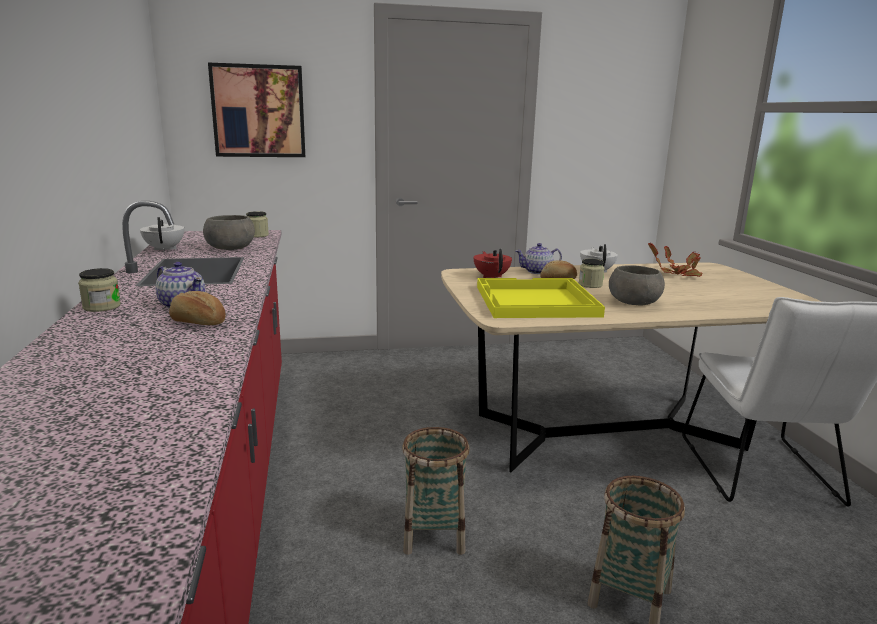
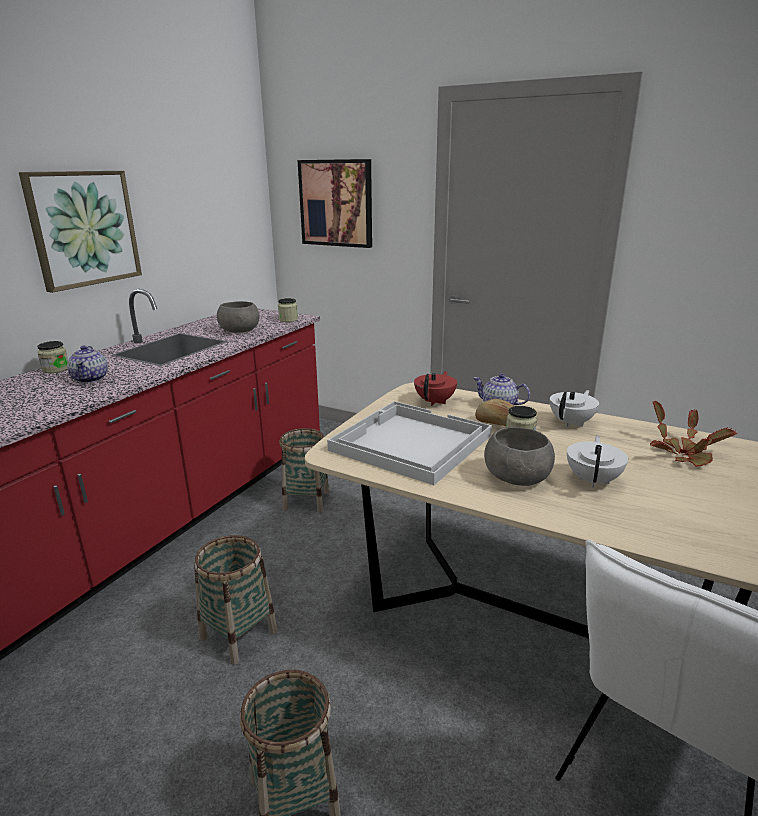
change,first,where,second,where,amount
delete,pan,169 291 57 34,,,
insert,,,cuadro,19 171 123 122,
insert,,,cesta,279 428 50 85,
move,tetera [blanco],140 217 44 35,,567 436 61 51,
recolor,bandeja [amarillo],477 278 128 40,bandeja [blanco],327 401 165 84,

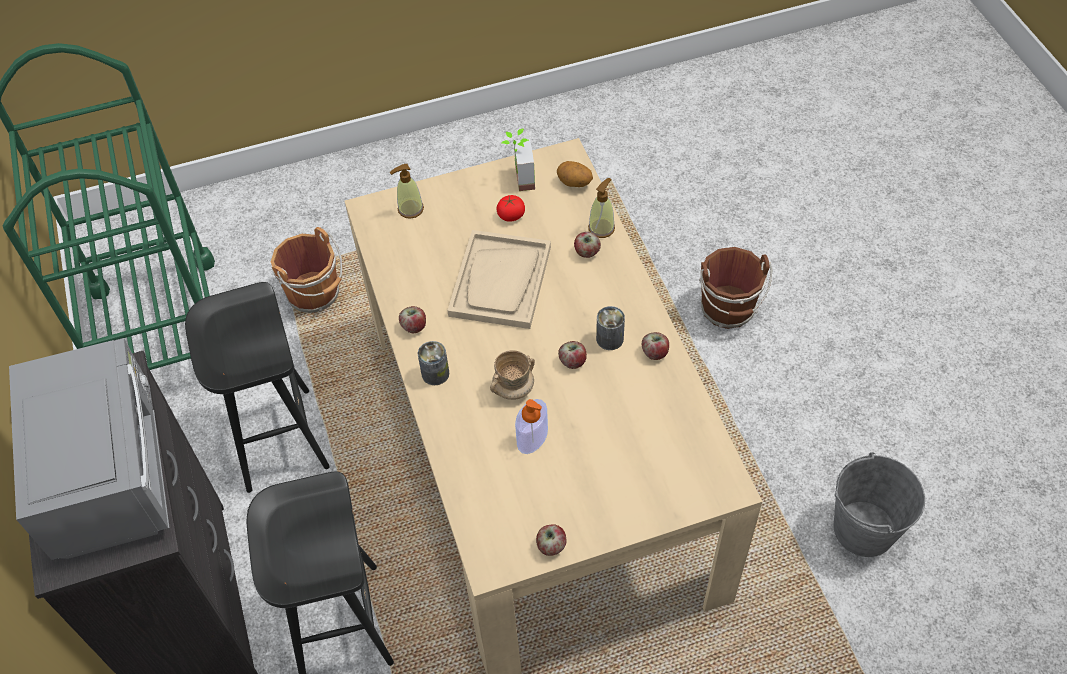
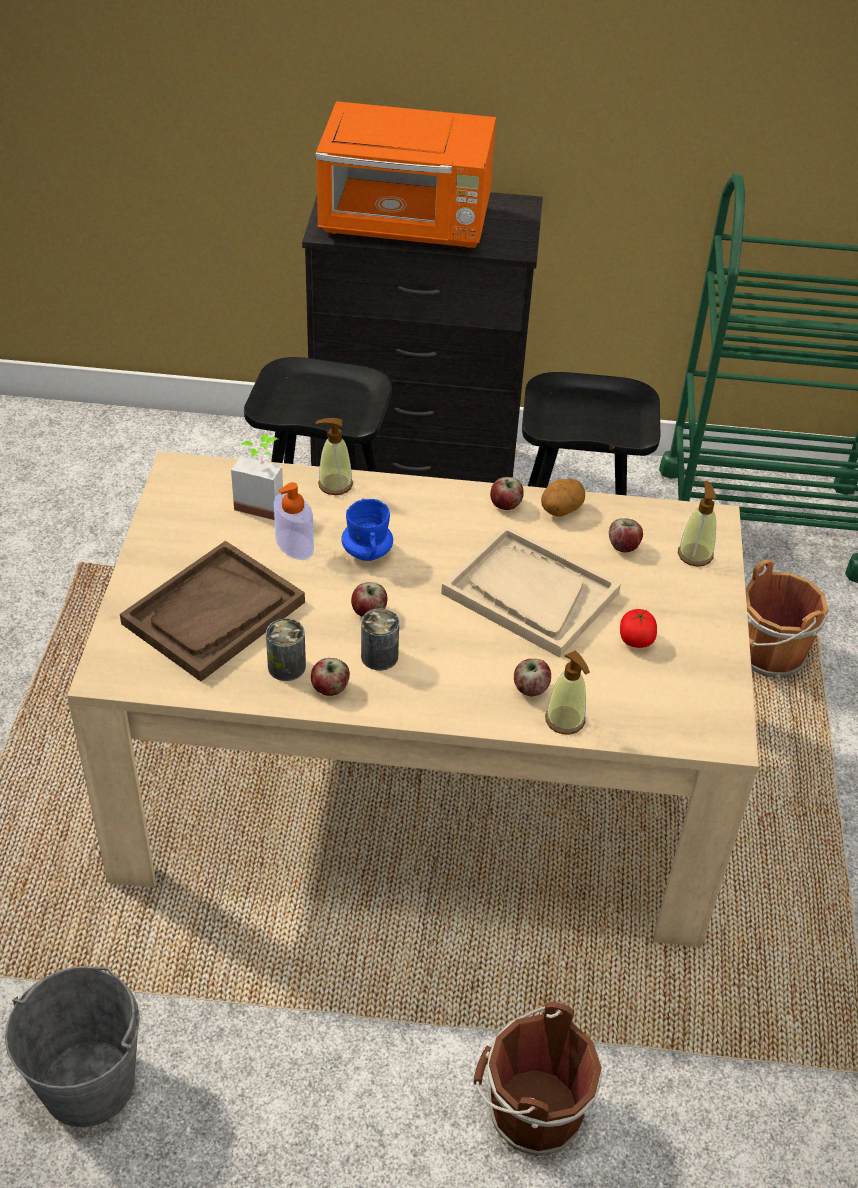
change,first,where,second,where,amount
insert,,,bandeja [marrón],120 541 185 140,
insert,,,dispensador de jabón,316 418 37 77,
move,lata,418 341 31 44,,266 618 40 63,
move,planta en maceta,501 129 34 62,,231 434 52 86,
move,manzana,536 524 31 32,,609 518 34 35,
move,patata,557 161 36 26,,541 479 44 38,
recolor,microondas [gris],9 338 161 222,microondas [naranja],315 101 181 147,
recolor,taza grande [beis],490 350 45 50,taza grande [azul],341 499 52 62,

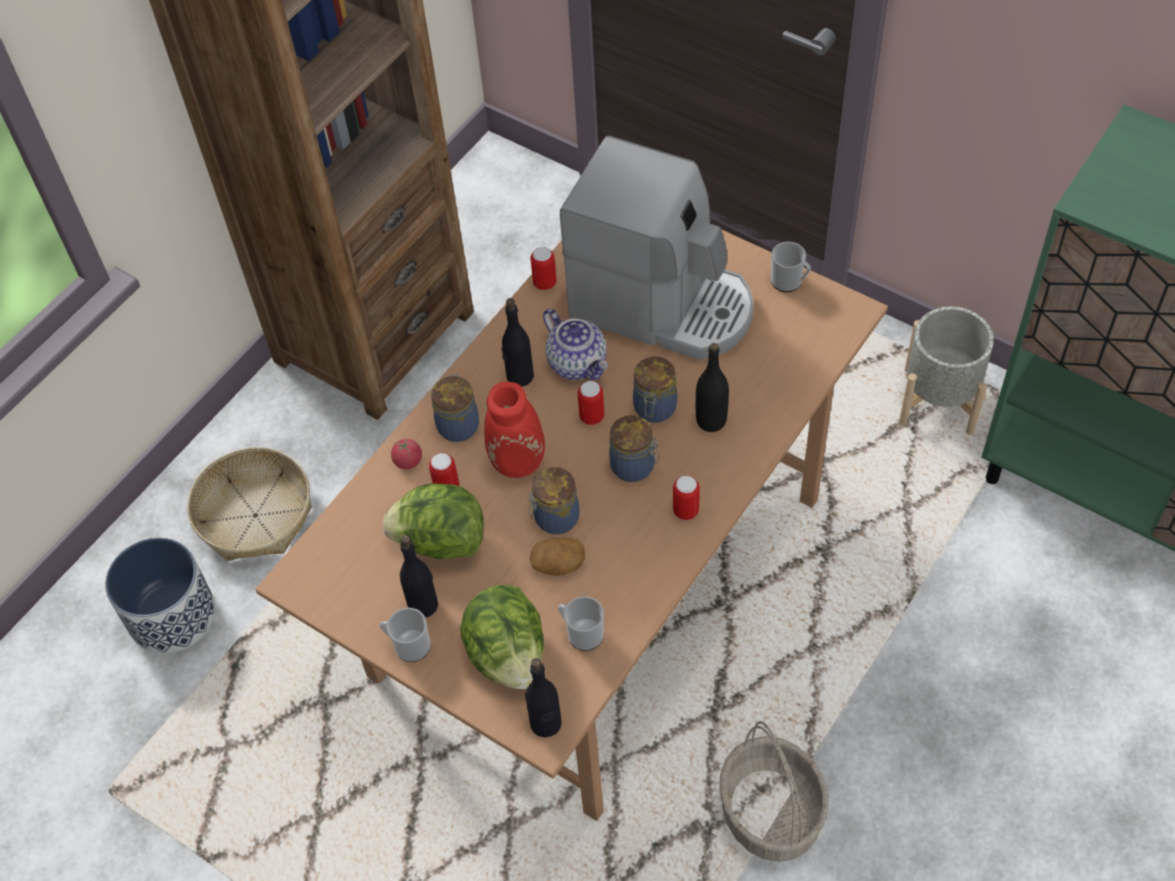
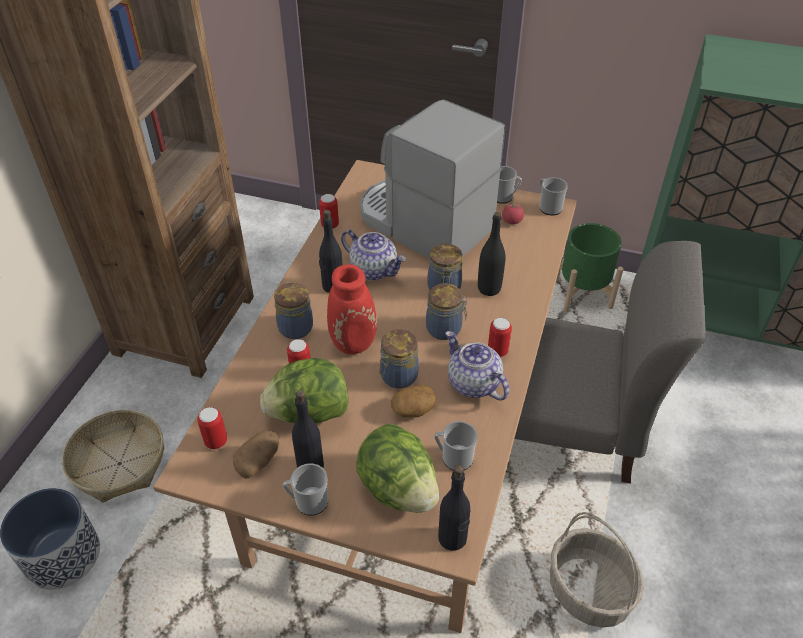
change,first,where,second,where,amount
insert,,,patata,233 431 46 48,
insert,,,tetera,446 331 63 69,
insert,,,silla [gris],514 241 192 242,
insert,,,taza grande,540 177 28 38,
move,tomate,391 438 31 31,,502 201 22 23,
move,lata,578 381 26 44,,197 407 30 43,
recolor,maceta [gris],899 307 95 128,maceta [verde],556 223 68 89,
rotate,cafetera,560 136 194 224,,360 99 145 159,150 degrees counterclockwise

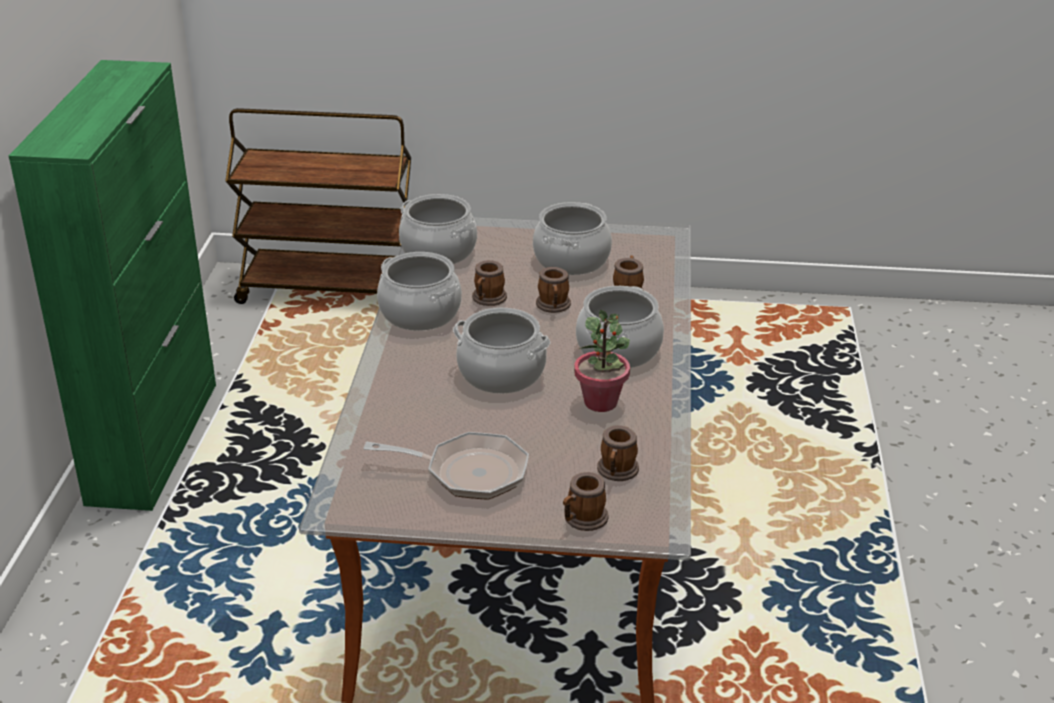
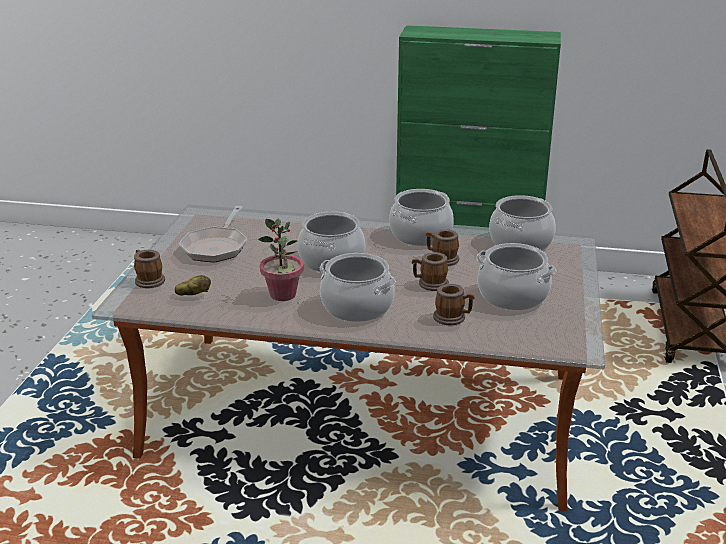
change,first,where,second,where,amount
replace,taza grande,597 425 42 56,patata,175 275 36 21,

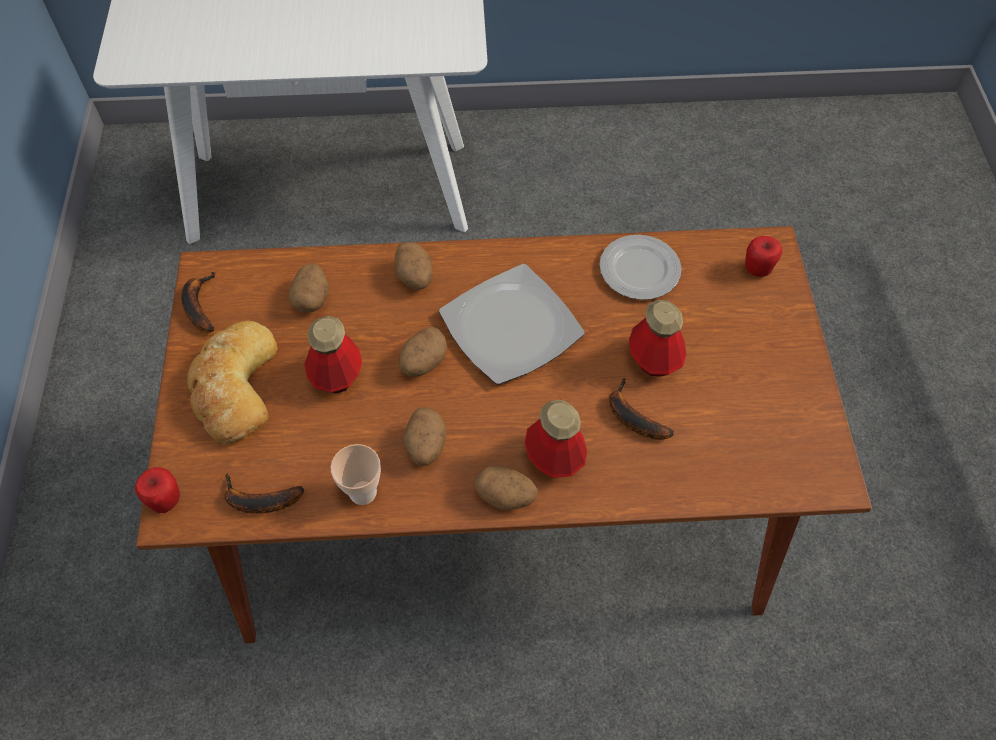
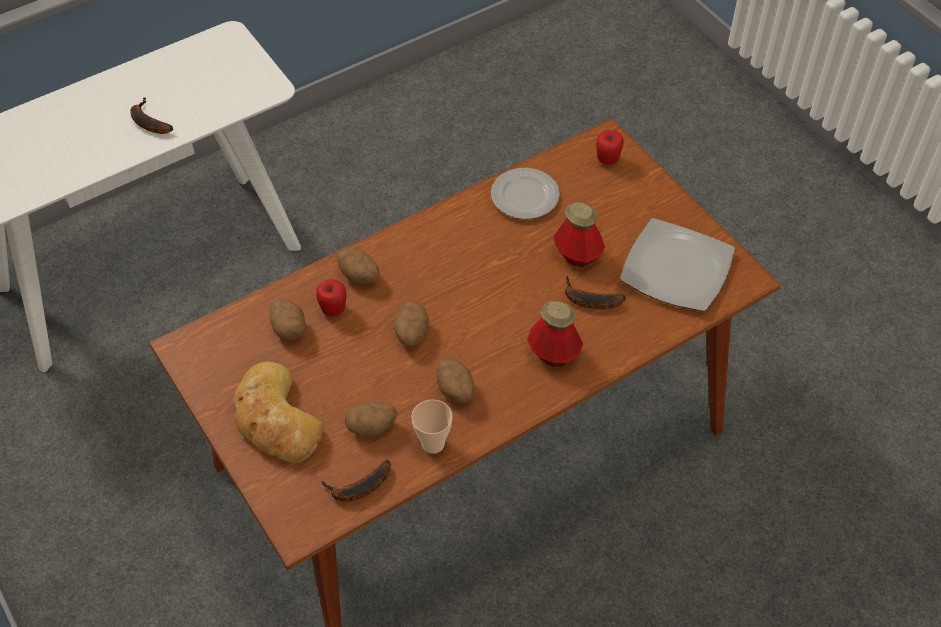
change,first,where,second,where,amount
delete,botella,304 316 58 78,,,
move,manzana,135 467 45 46,,316 279 31 37,
move,plátano,181 272 34 60,,130 97 43 37,
move,plato,439 264 146 121,,620 218 115 94,
move,patata,475 466 63 44,,345 402 53 35,

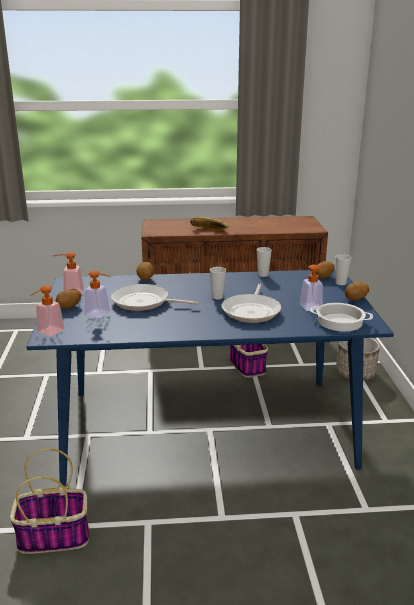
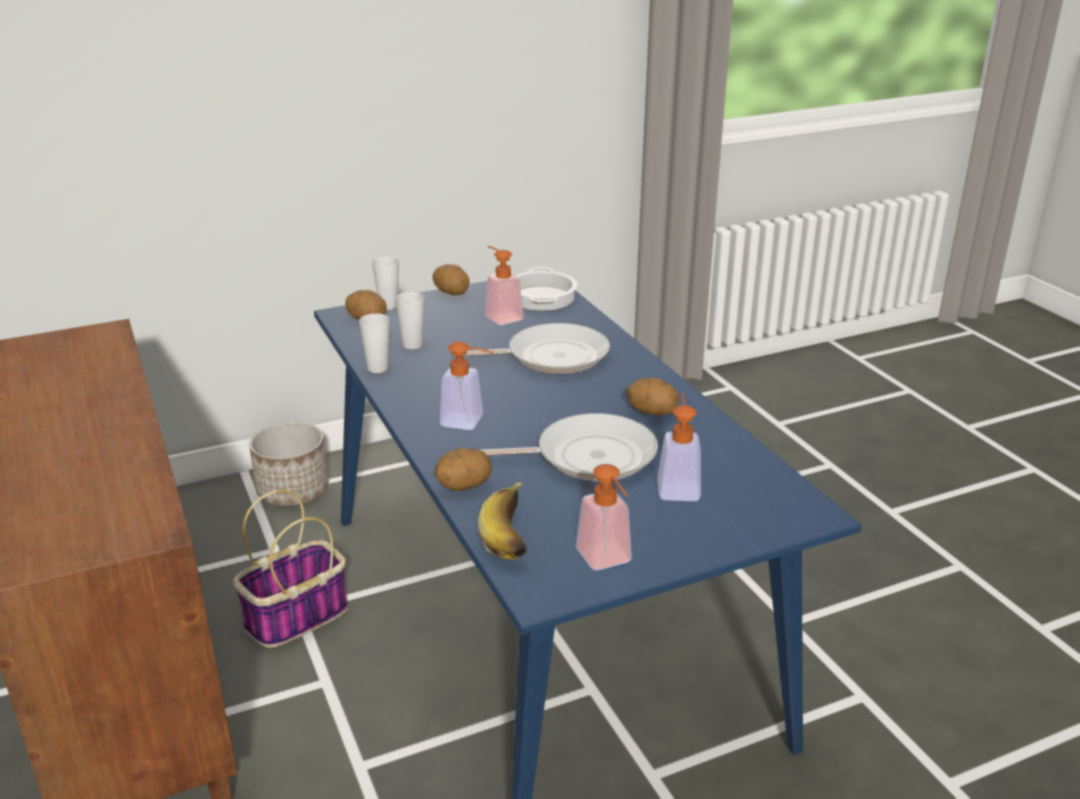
change,first,where,second,where,amount
delete,cesta,10 448 79 106,,,
move,dispensador de jabón,30 286 35 51,,440 342 54 88,
move,patata,56 289 25 20,,626 378 53 37,
move,plátano,190 217 39 13,,478 483 49 77,
move,taza,210 267 16 32,,395 292 29 57,
rotate,sartén,111 284 88 27,,481 413 177 68,90 degrees counterclockwise

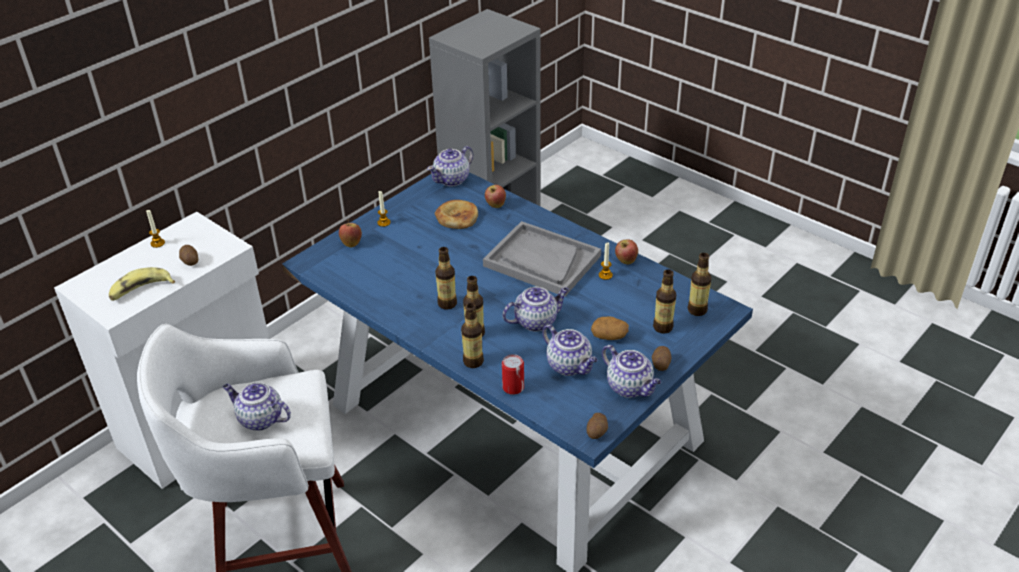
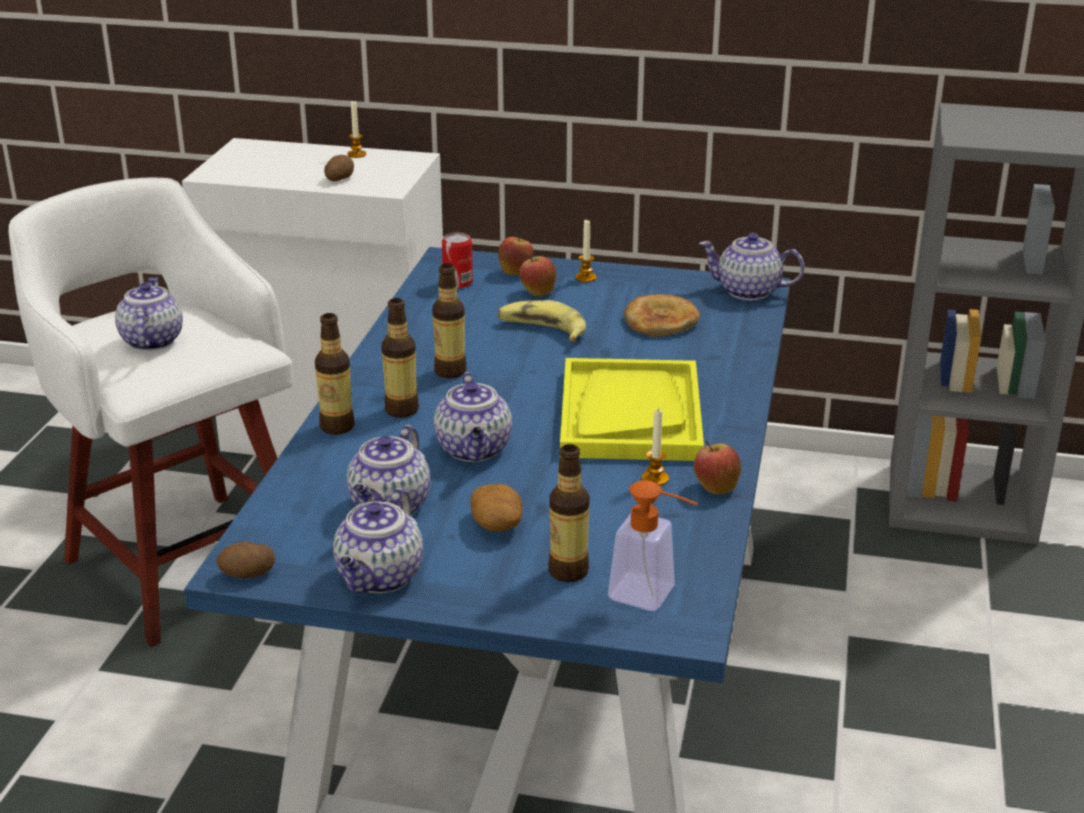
change,first,where,second,where,amount
delete,patata,652 346 19 25,,,
move,plátano,109 267 66 34,,497 300 89 42,
move,manzana,485 185 21 23,,519 253 38 43,
move,lata,502 354 22 41,,442 232 31 57,
replace,botella,688 253 23 63,dispensador de jabón,608 480 90 131,
recolor,bandeja [gris],483 221 118 76,bandeja [amarillo],560 358 144 103,
rotate,tetera,502 287 67 44,,434 372 78 90,45 degrees clockwise

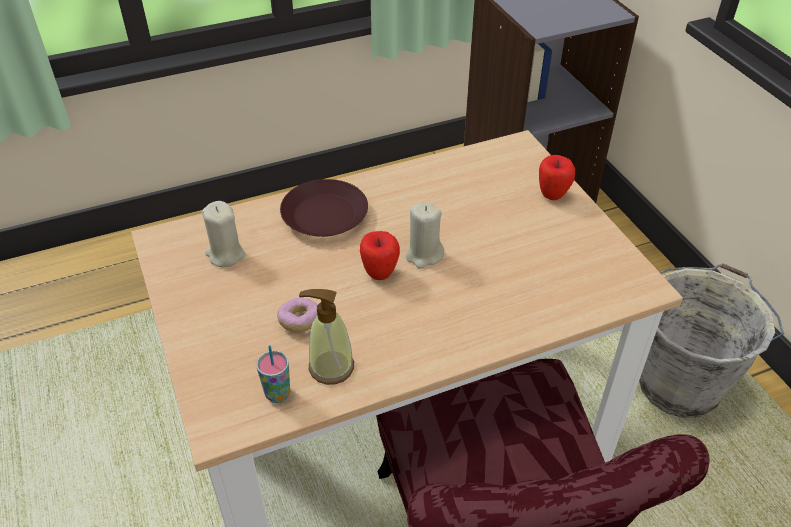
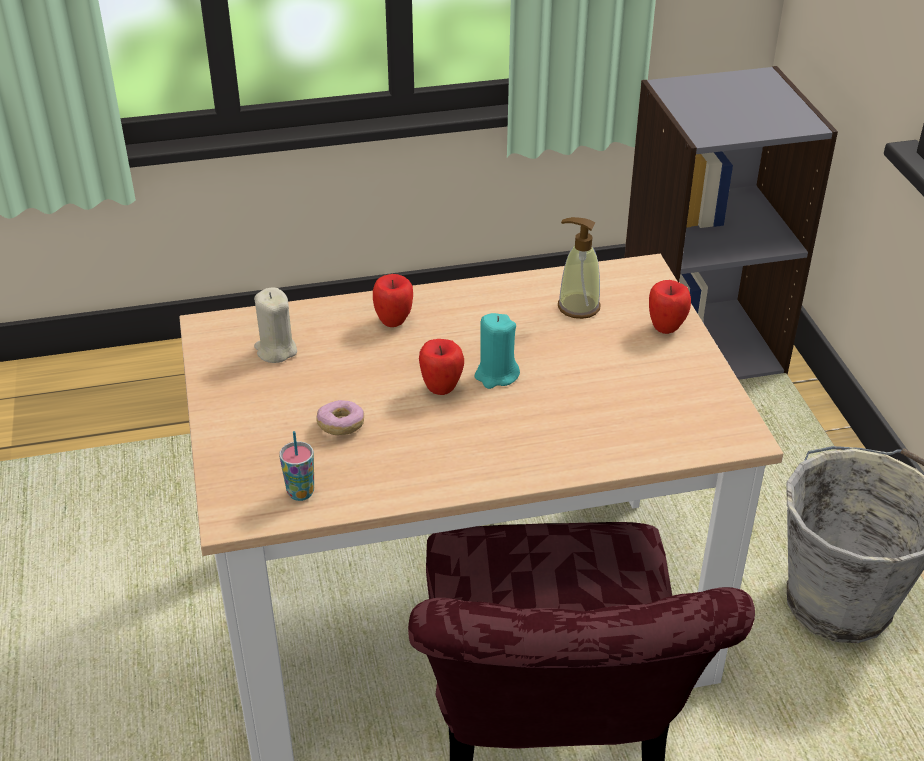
change,first,where,second,where,amount
move,dispensador de jabón,299 289 55 96,,558 217 43 102,
replace,plato [marrón],280 179 88 58,manzana,373 274 40 53,
recolor,vela [beis],406 203 38 66,vela [turquesa],474 313 46 76,

